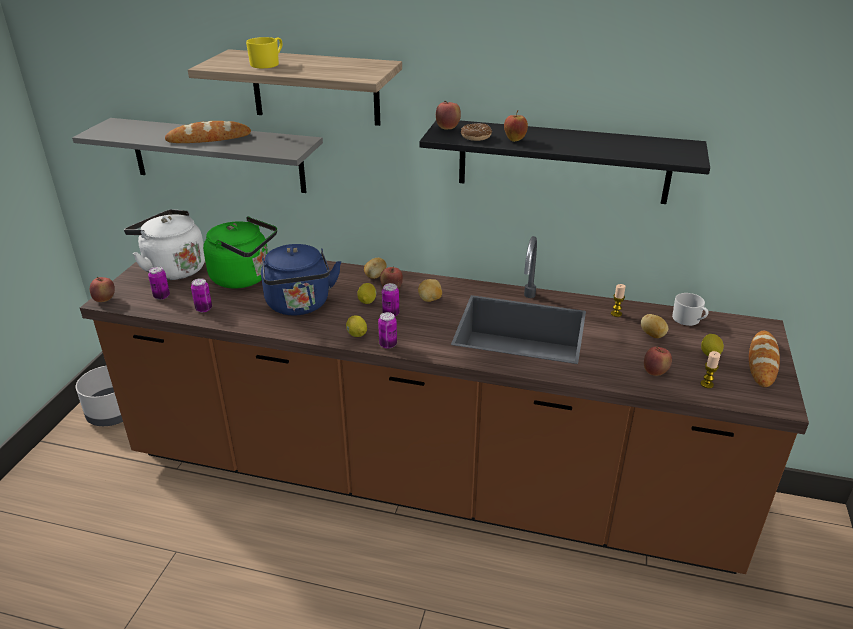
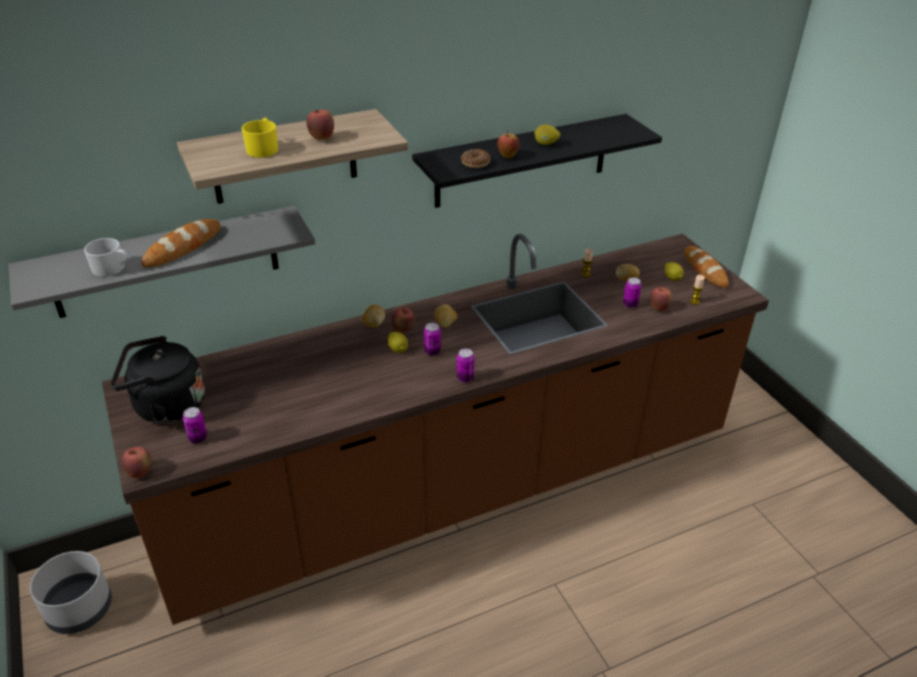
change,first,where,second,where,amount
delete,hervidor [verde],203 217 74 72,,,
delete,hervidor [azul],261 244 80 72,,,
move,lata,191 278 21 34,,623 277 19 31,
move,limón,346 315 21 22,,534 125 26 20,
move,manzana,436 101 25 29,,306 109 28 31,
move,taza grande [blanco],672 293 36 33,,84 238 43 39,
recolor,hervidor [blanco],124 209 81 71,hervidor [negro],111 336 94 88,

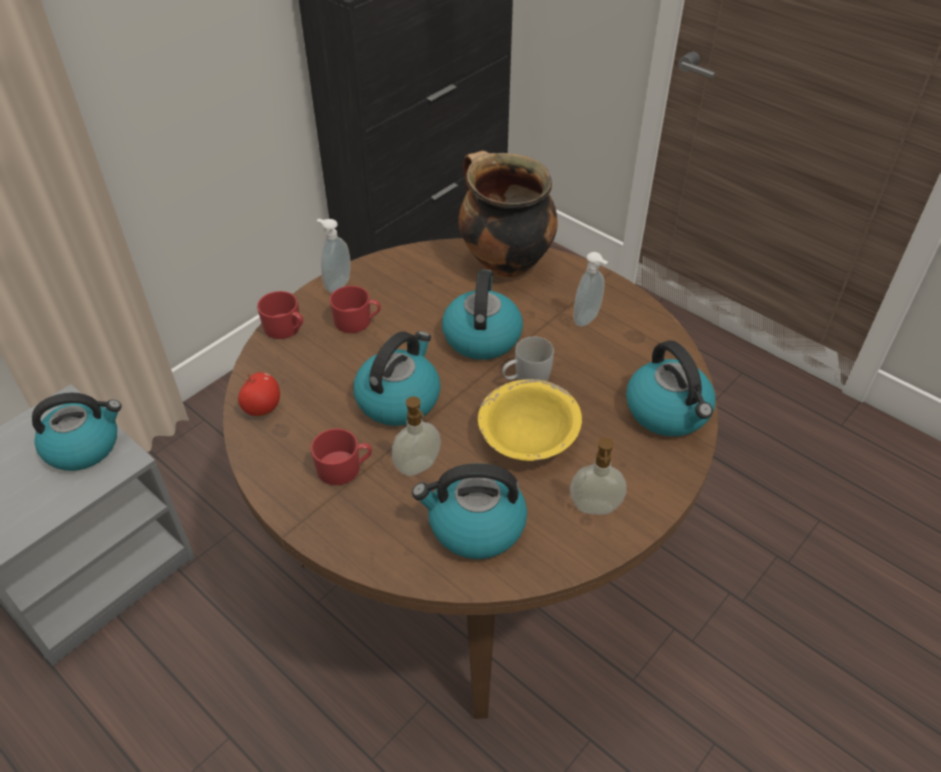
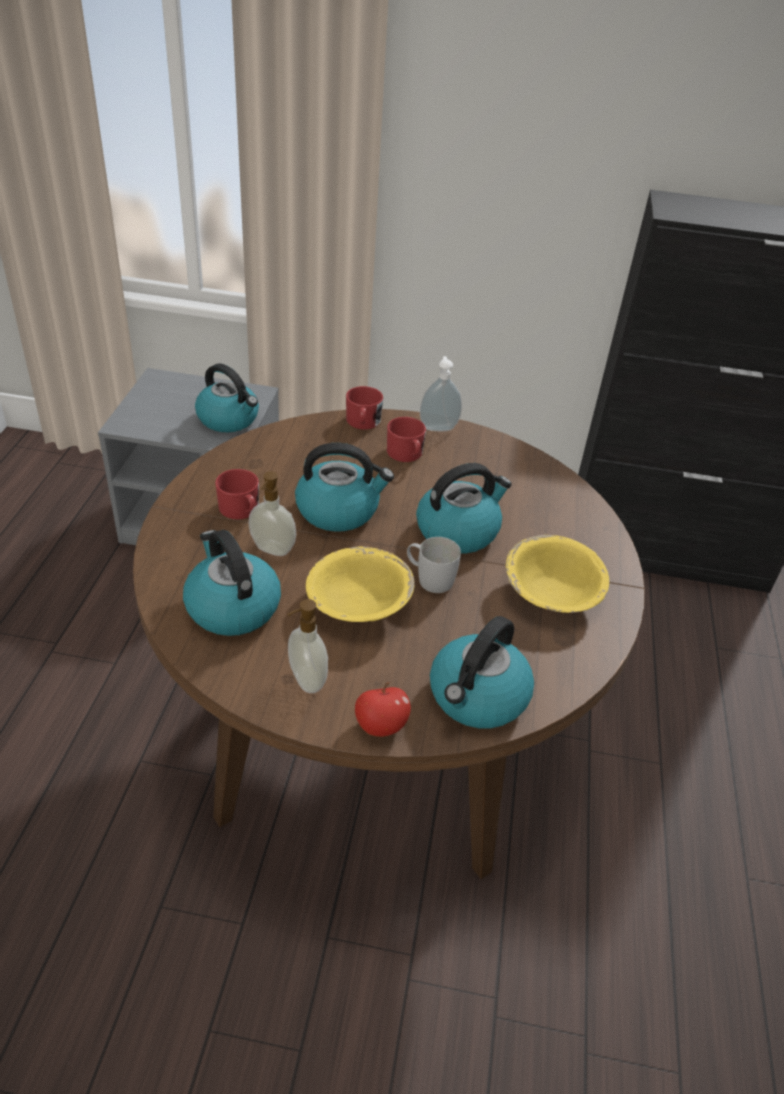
change,first,where,second,where,amount
delete,olla,459 151 99 127,,,
move,manzana,238 372 42 44,,355 682 56 55,
replace,dispensador de jabón,573 252 35 75,cuenco [amarillo],506 535 103 78,

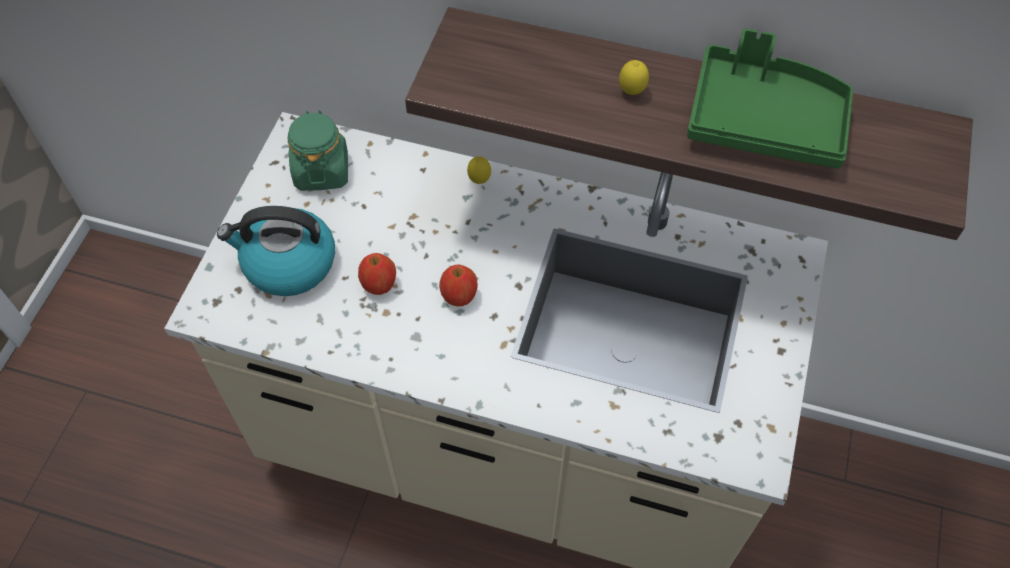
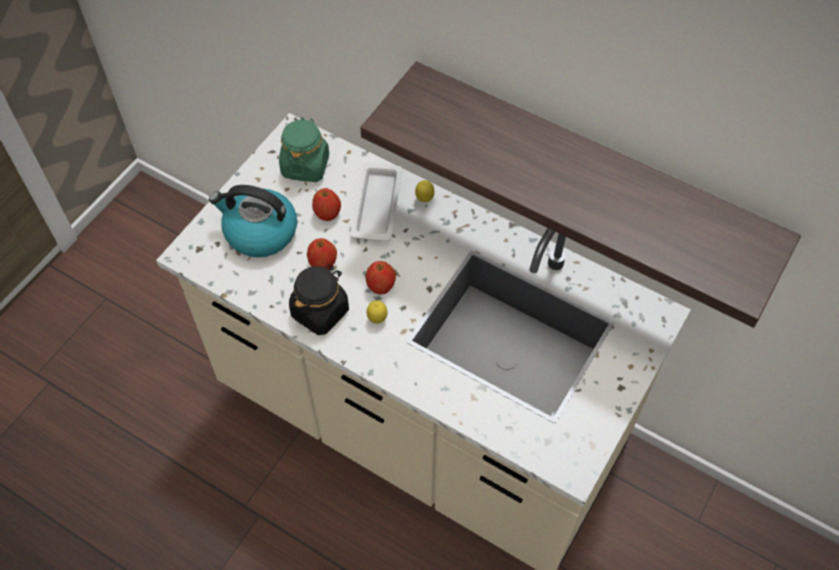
change,first,where,second,where,amount
delete,bandeja [verde],687 29 166 139,,,
insert,,,tarro [negro],289 265 60 70,
insert,,,manzana,312 188 29 33,
insert,,,bandeja [blanco],350 162 52 79,
move,limón,619 60 30 35,,367 300 20 24,

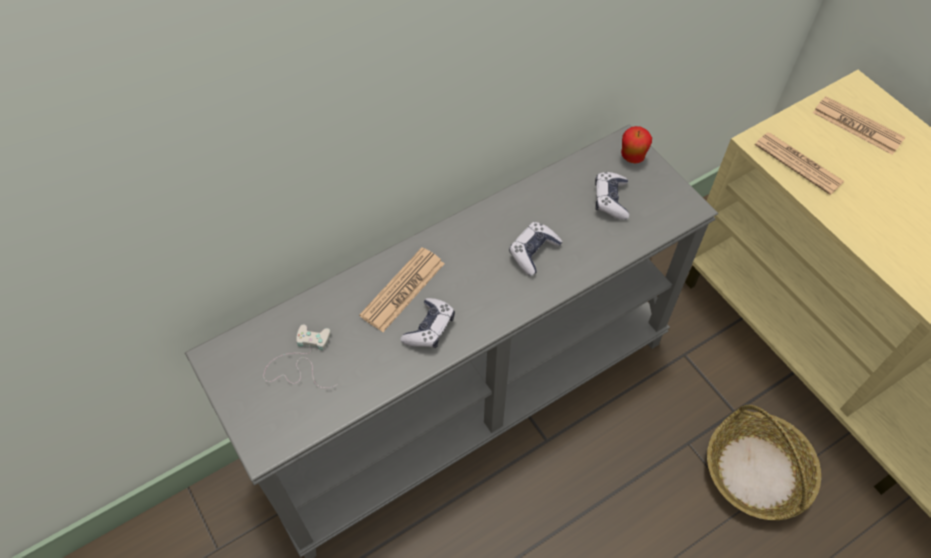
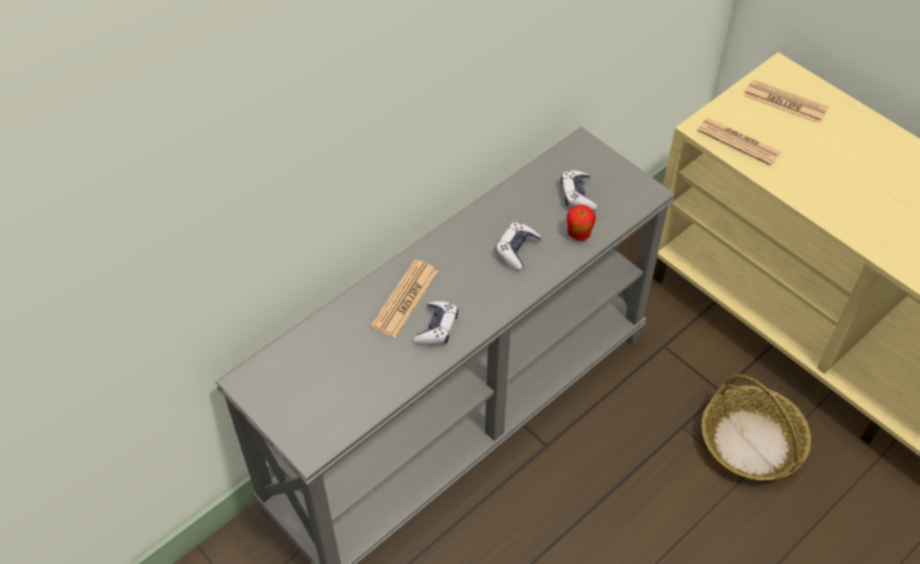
change,first,where,second,where,amount
delete,mando de consola [blanco],264 324 74 64,,,
move,manzana,621 126 31 38,,567 205 29 36,

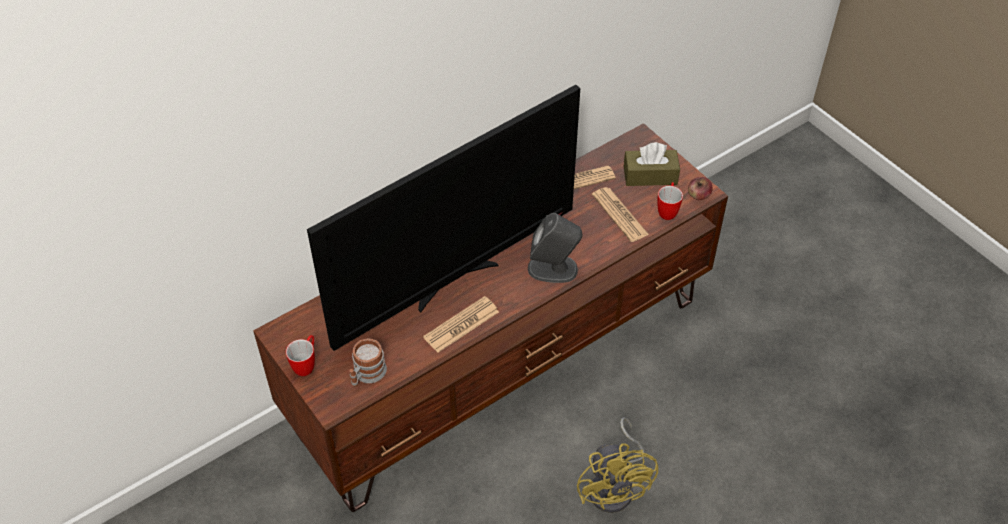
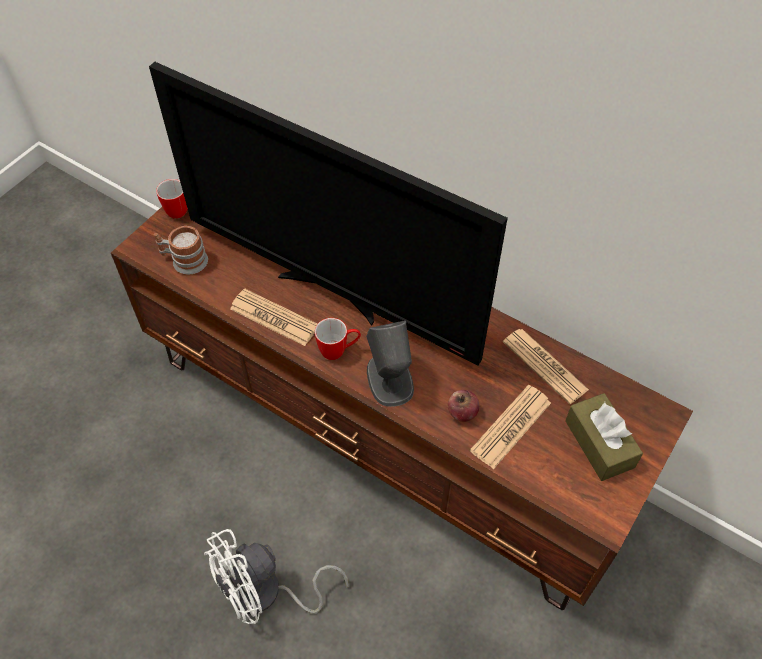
change,first,where,second,where,amount
move,taza grande,657 182 26 38,,315 318 46 42,
move,manzana,688 177 25 23,,448 390 31 32,
recolor,ventilador [amarillo],577 417 81 96,ventilador [blanco],204 529 145 95,

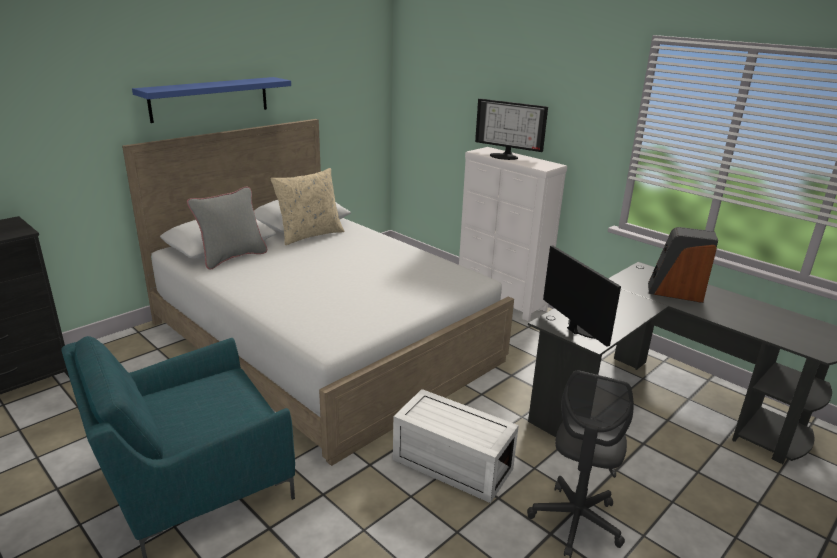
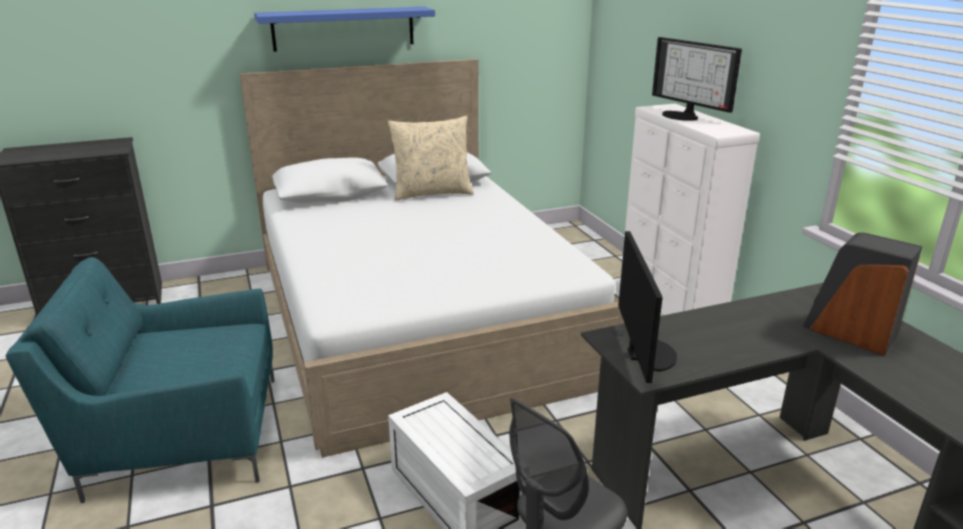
change,first,where,second,where,amount
delete,cojín [gris],187 187 80 83,,,

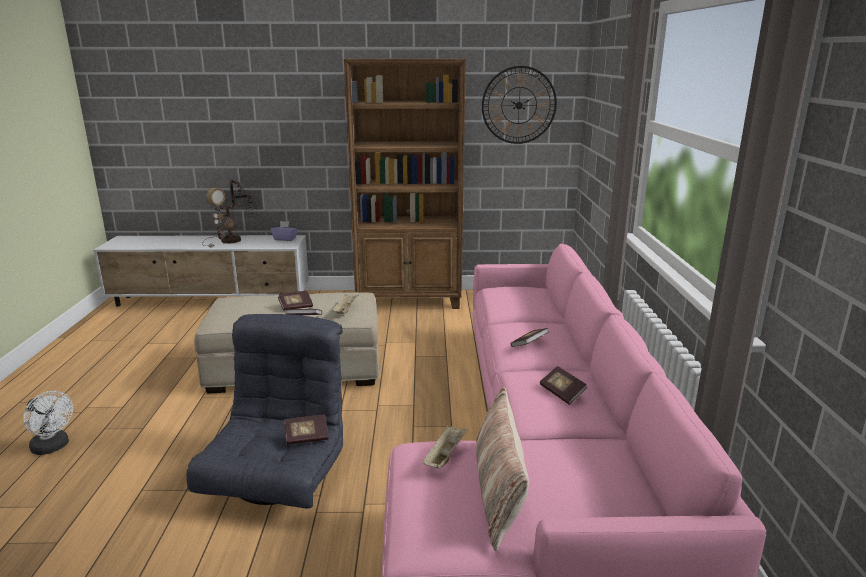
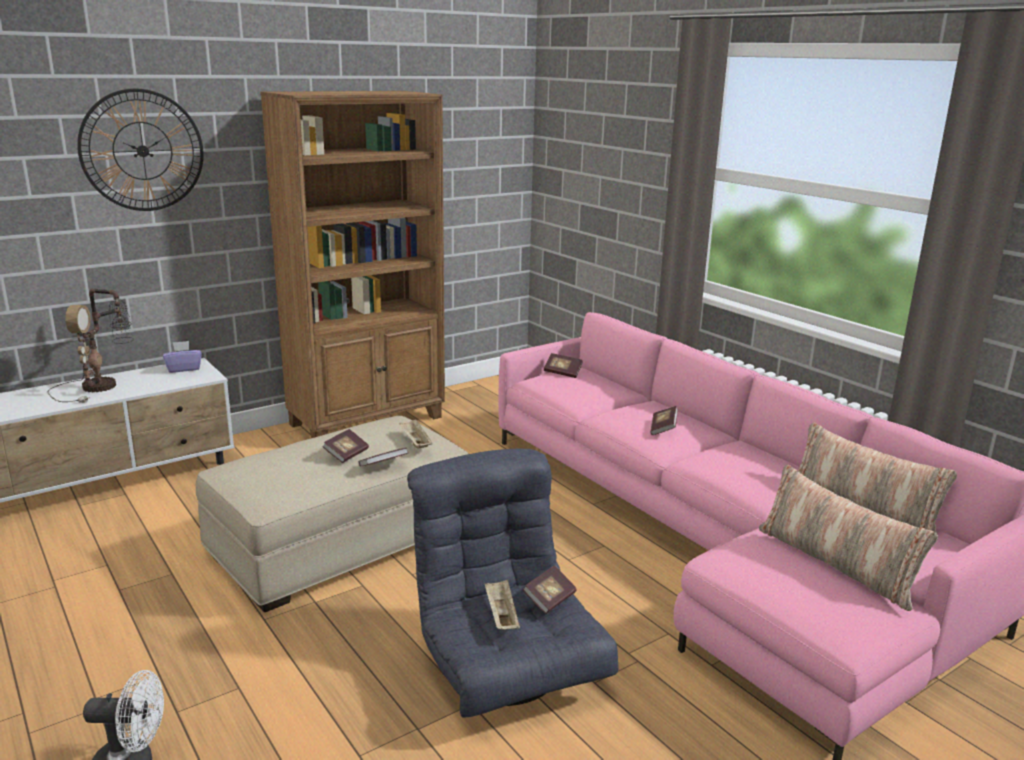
change,first,where,second,where,amount
insert,,,cojín,798 423 159 116,
move,bandeja [beis],422 425 46 44,,485 579 35 51,
move,reloj de pared,482 66 75 78,,77 88 127 123,
move,libro,540 366 47 39,,544 353 39 25,

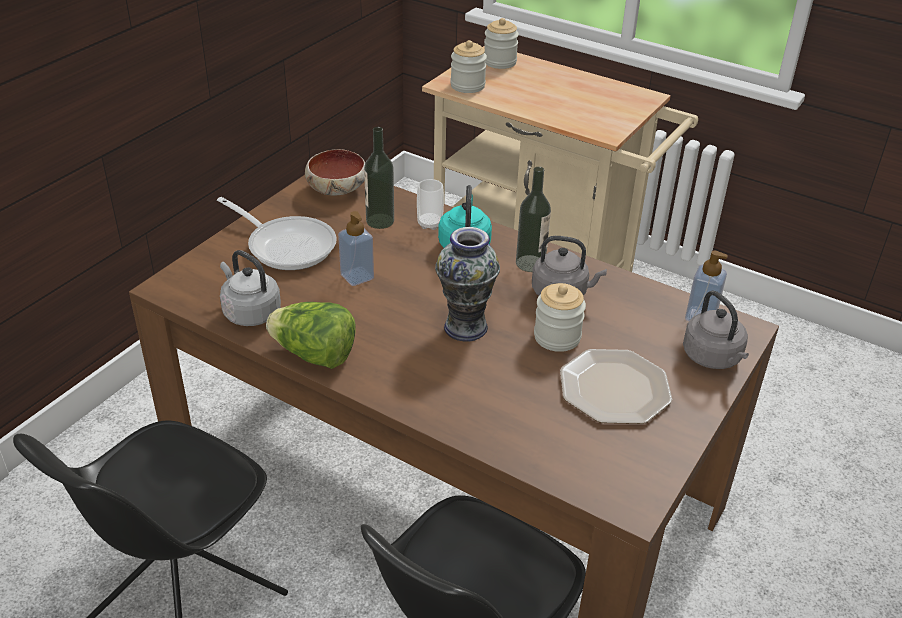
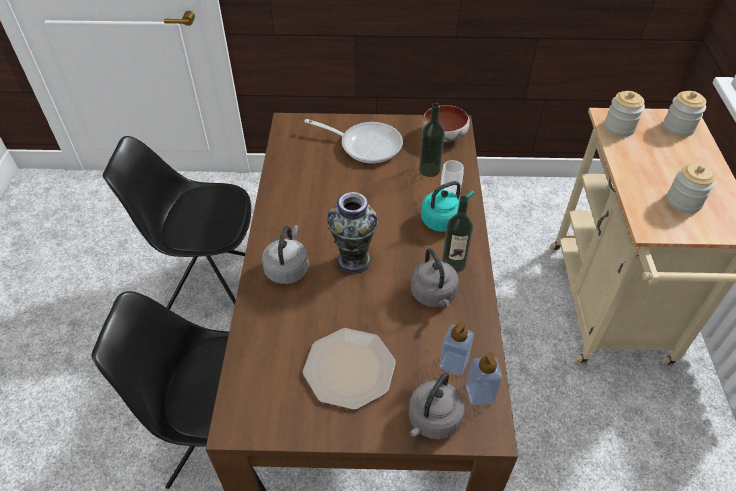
change,first,where,second,where,amount
delete,lechuga,266 302 90 67,,,
move,hervidor [gris],220 250 61 76,,262 225 47 59,
move,dispensador de jabón,338 211 36 75,,439 321 35 55,
move,tarro,534 283 52 69,,666 163 49 51,
rotate,sartén,217 197 119 73,,304 119 99 45,75 degrees counterclockwise

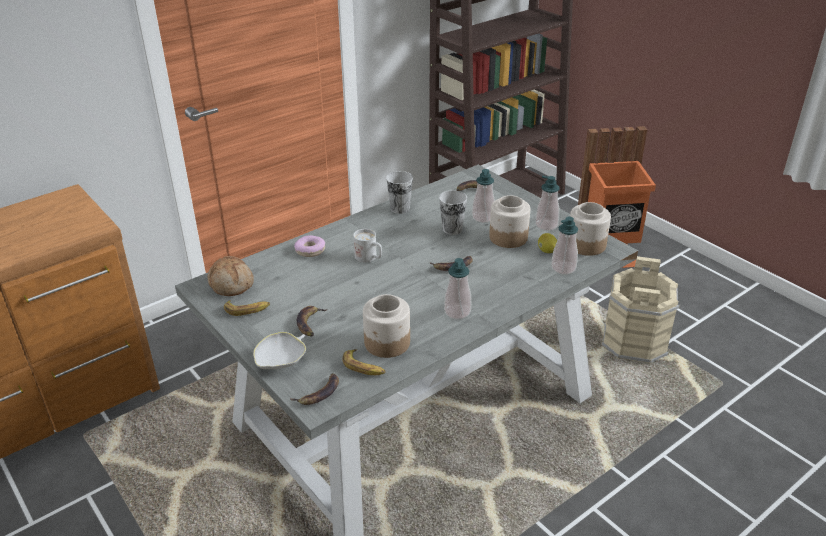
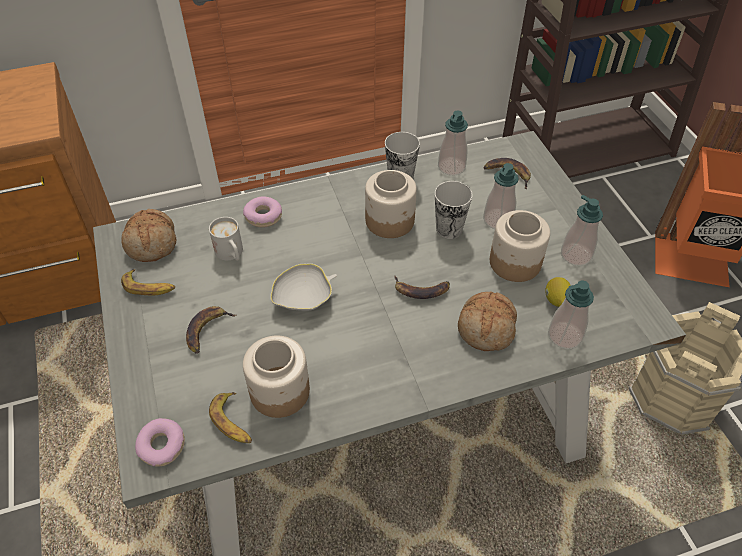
change,first,where,second,where,amount
insert,,,pan,458 292 59 59,
move,cuenco [blanco],253 332 53 37,,270 263 67 48,
move,taza grande [blanco],353 229 29 33,,209 217 34 44,
move,dispensador de jabón,444 258 27 62,,438 110 30 66,
move,tarro,570 202 41 54,,365 170 52 68,
replace,plátano,290 373 49 32,rosquilla,135 418 50 49,

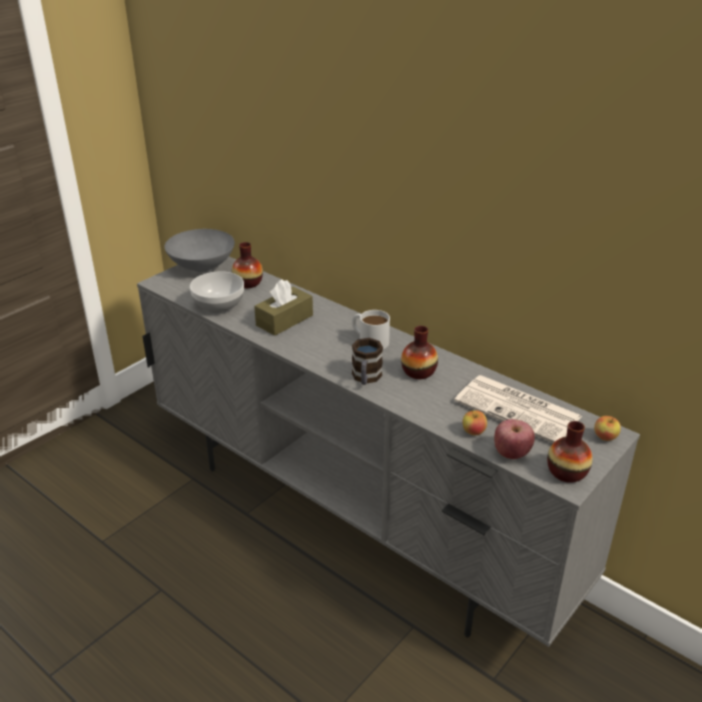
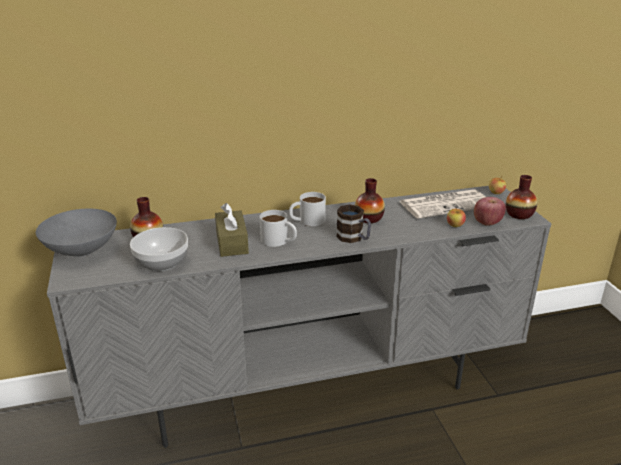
change,first,where,second,where,amount
insert,,,taza grande [blanco],260 210 37 37,

